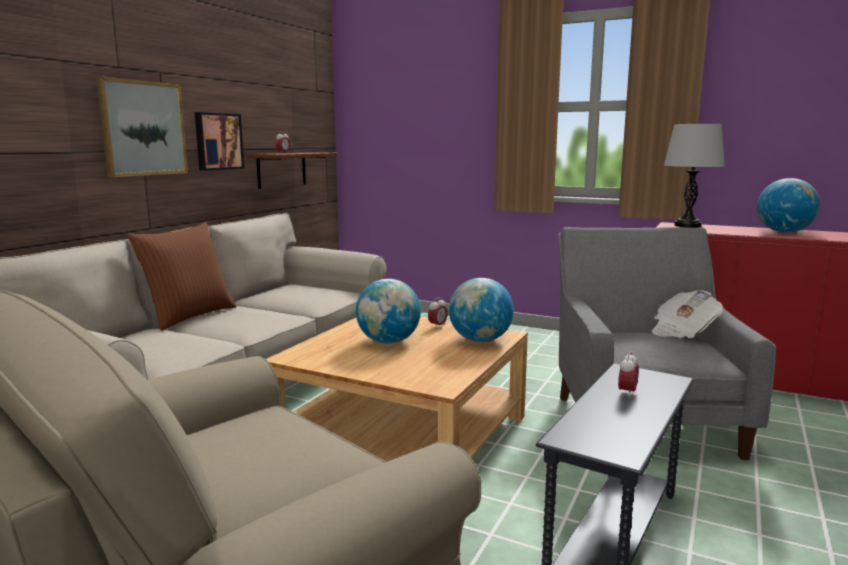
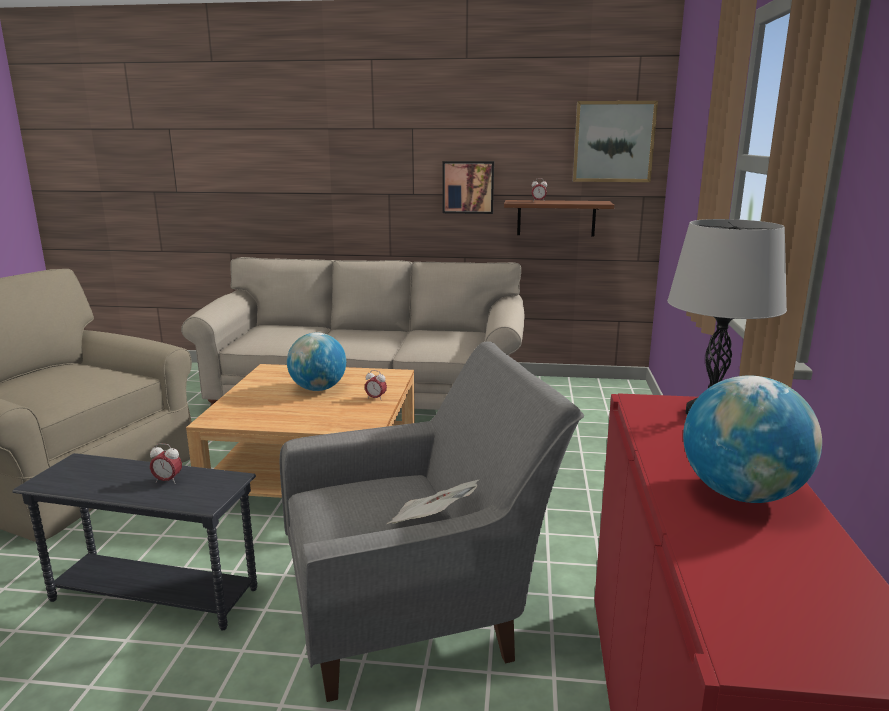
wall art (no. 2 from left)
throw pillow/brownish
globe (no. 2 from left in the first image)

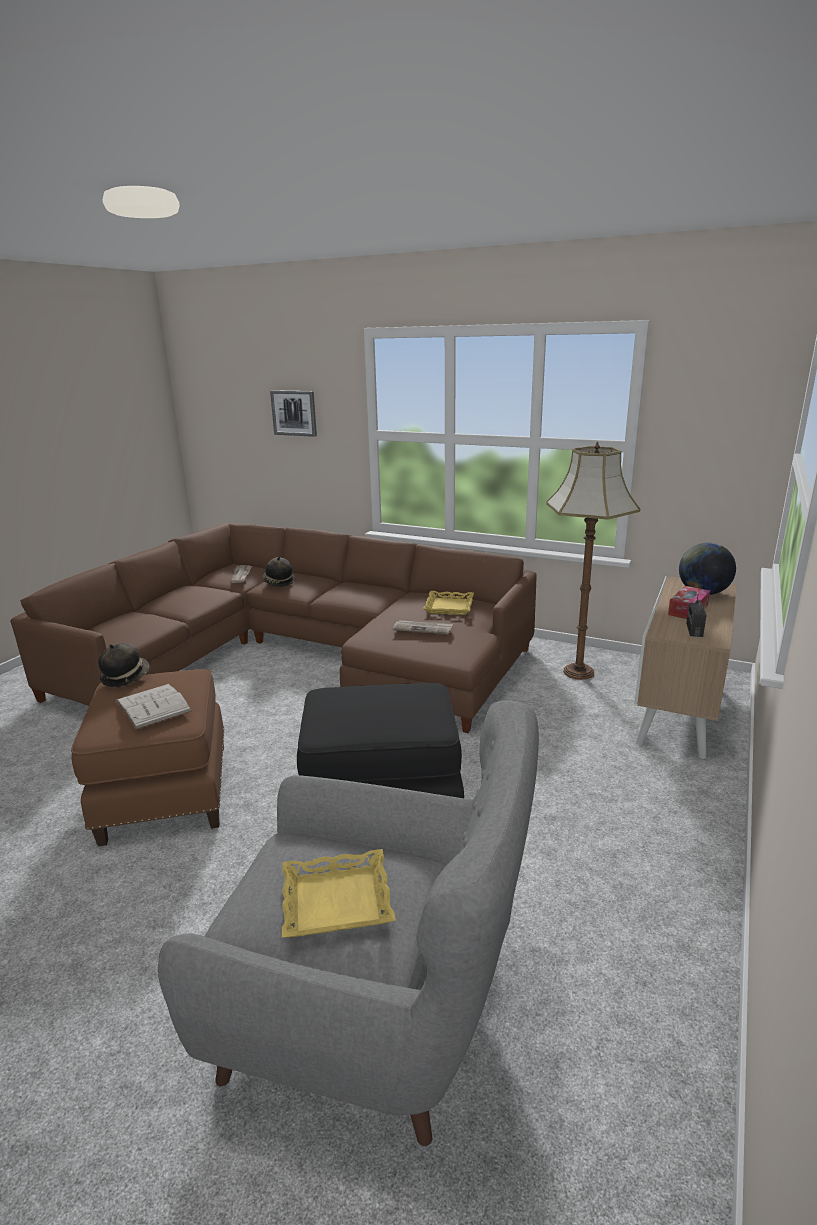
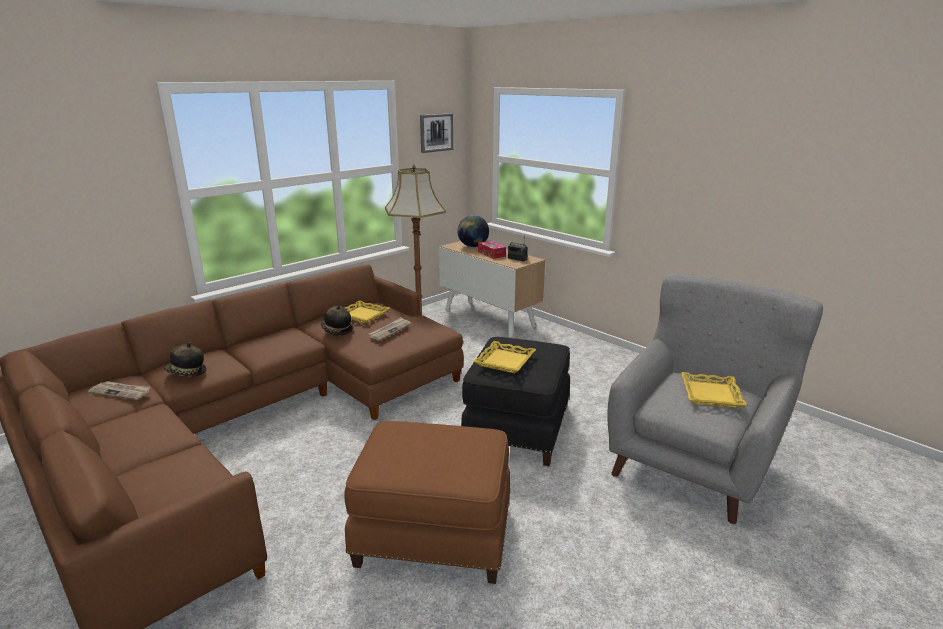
hat (no. 2 from left)
wall art
tray/yellowish (no. 2 from left)
bound book/white

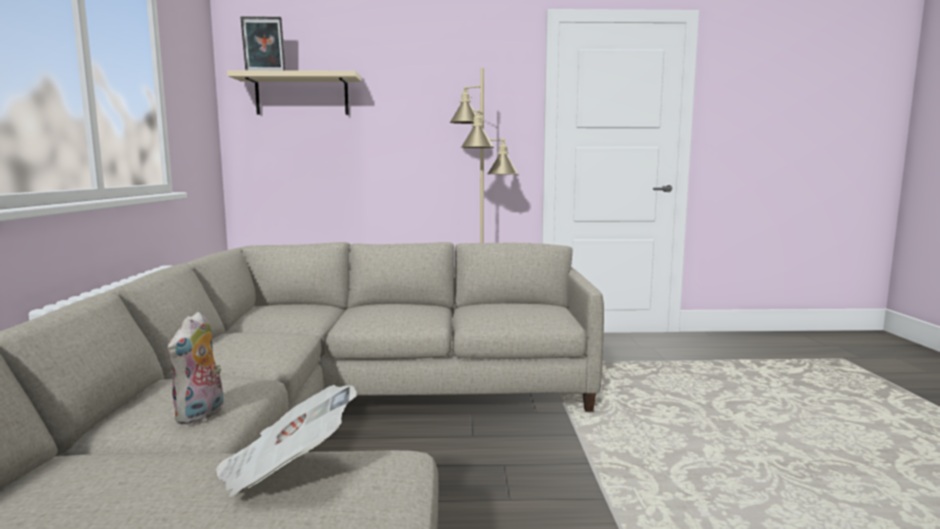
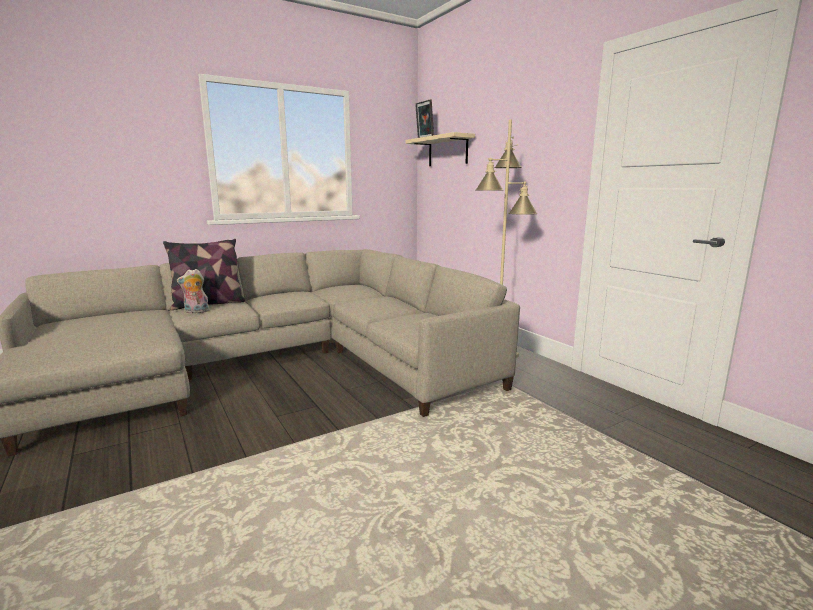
throw pillow
daily paper

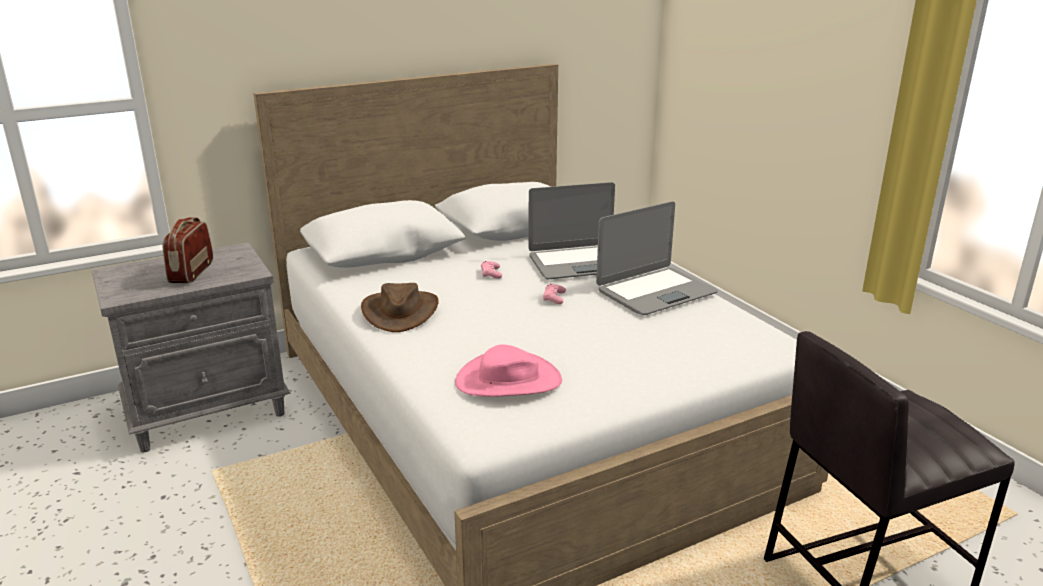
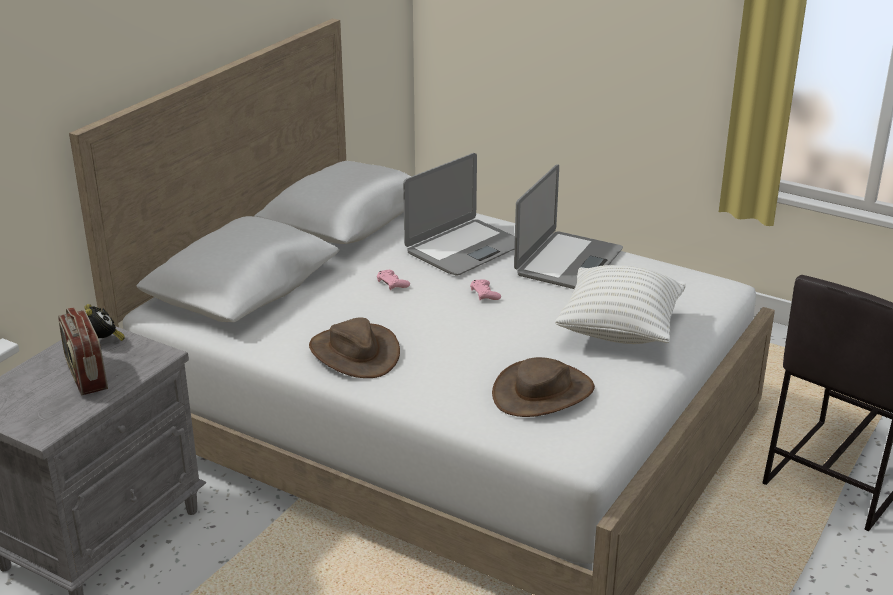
alarm clock
hat/brownish (no. 2 from left)
throw pillow/white

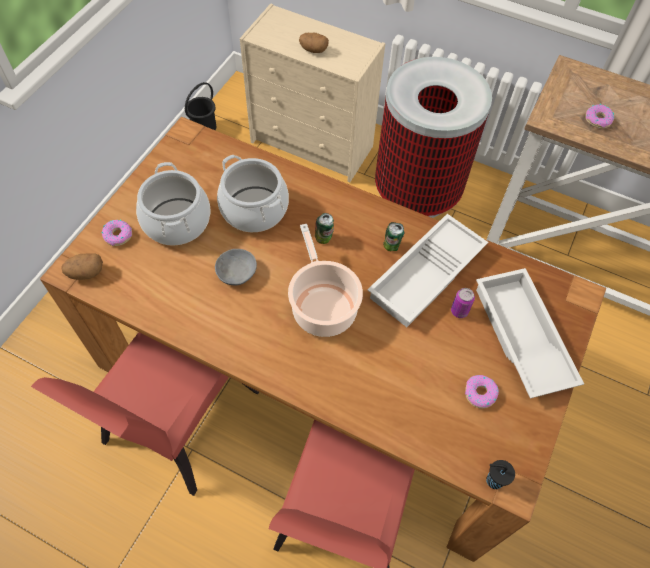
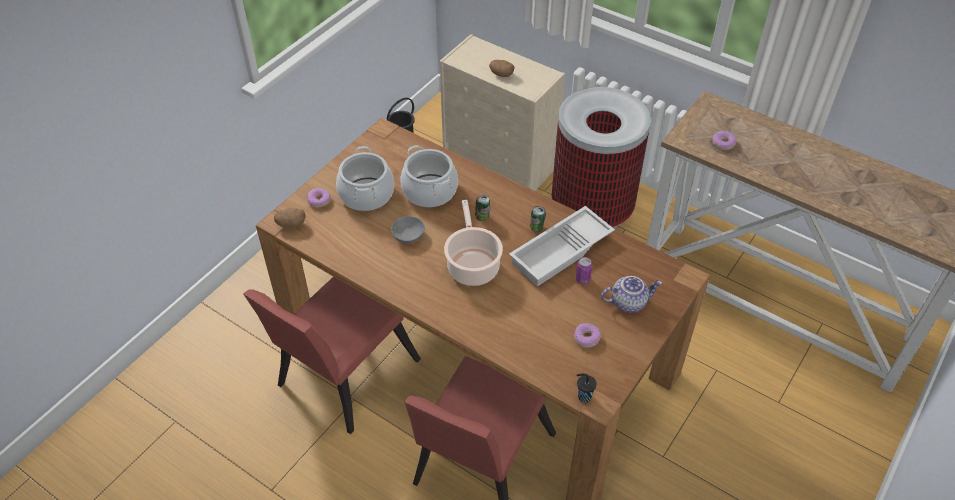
pot for tea

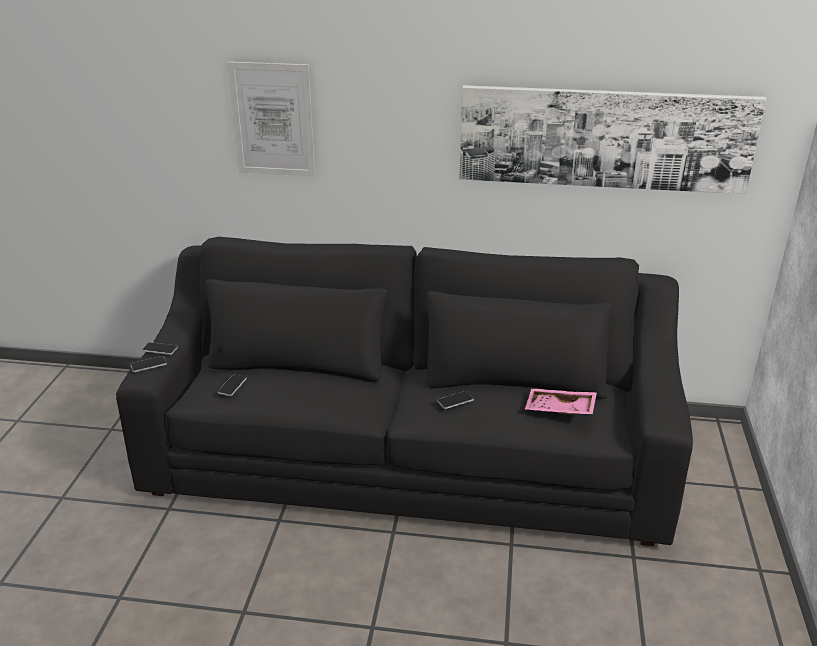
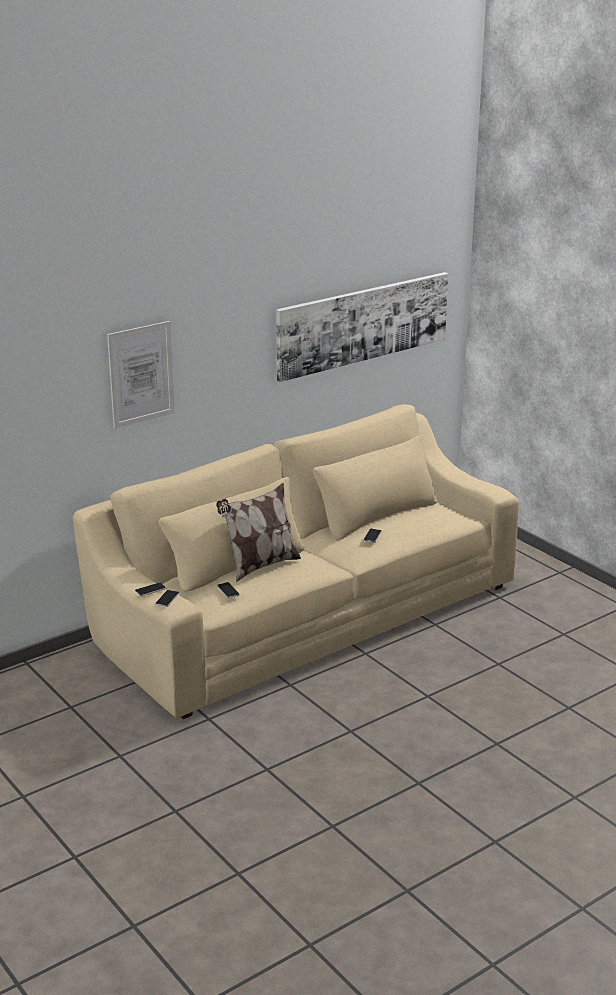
sofa/beige
throw pillow
tray/pink-coloured

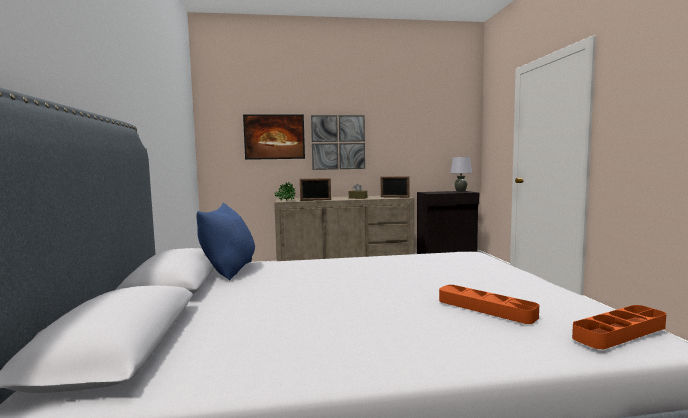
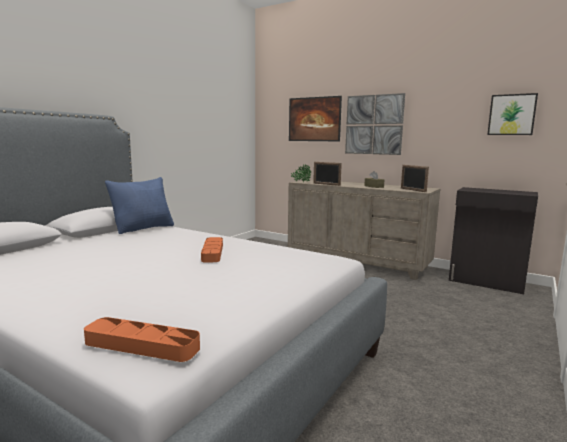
tray/orange (no. 2 from left)
wall art (no. 3 from left)
lamp for a table/gray

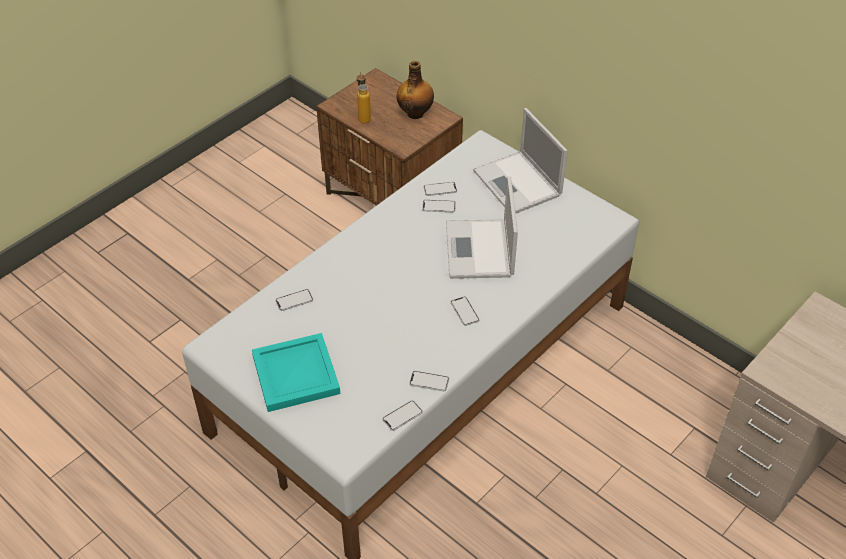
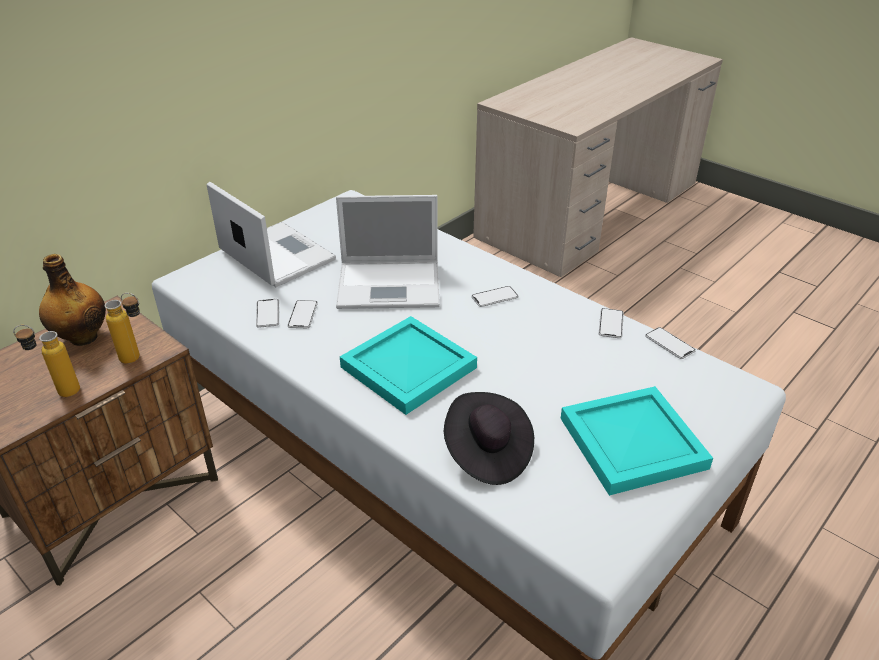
bottle (no. 3 from left)
portable computer (no. 1 from left)
tray/turquoise (no. 1 from left)
hat/black-coloured

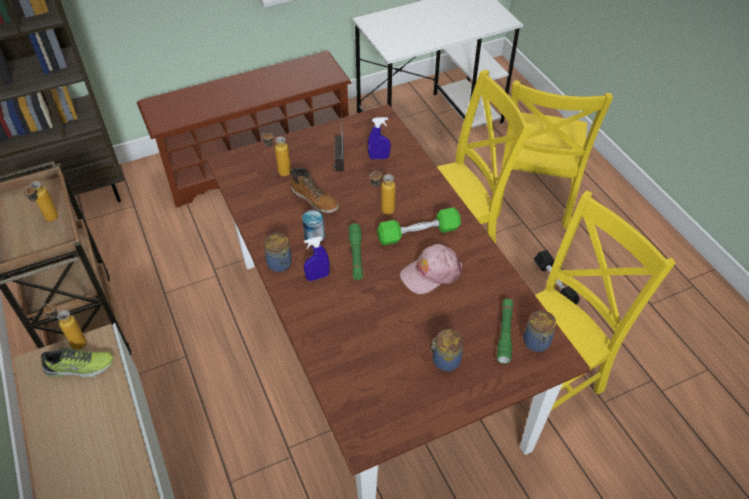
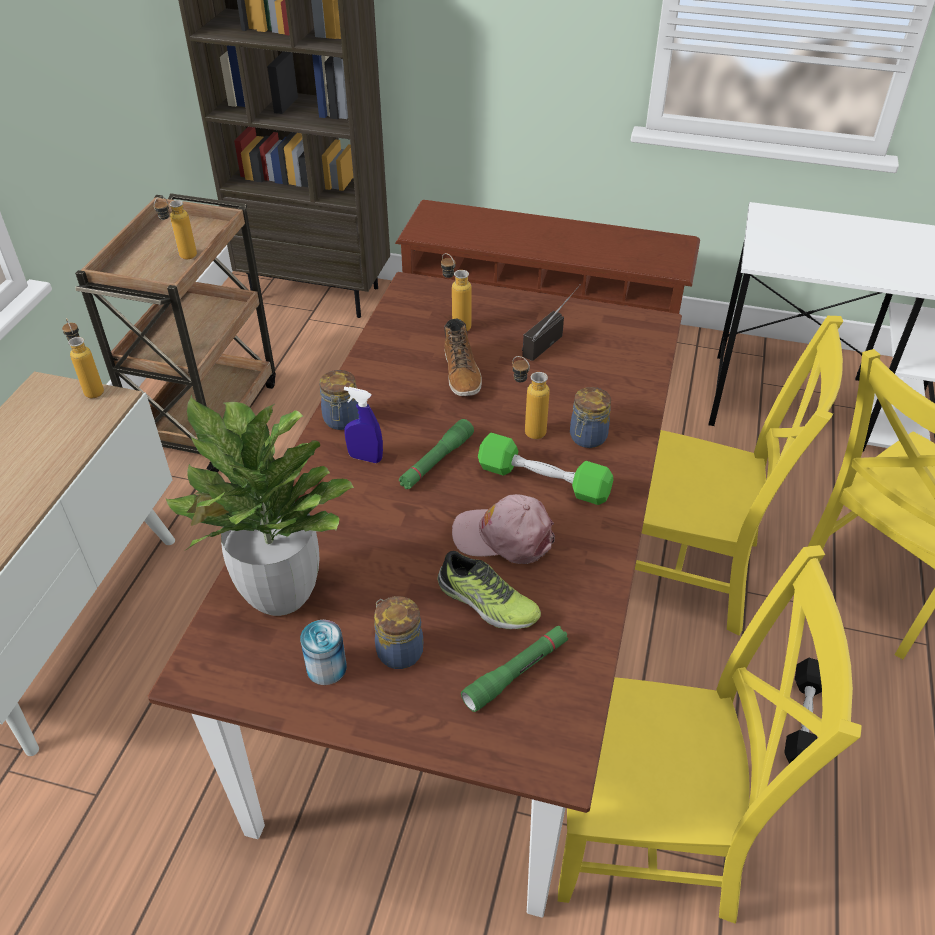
potted plant
can
shoe
preserve jar (no. 3 from left)
hand sprayer/blue-coloured (no. 2 from left in the first image)

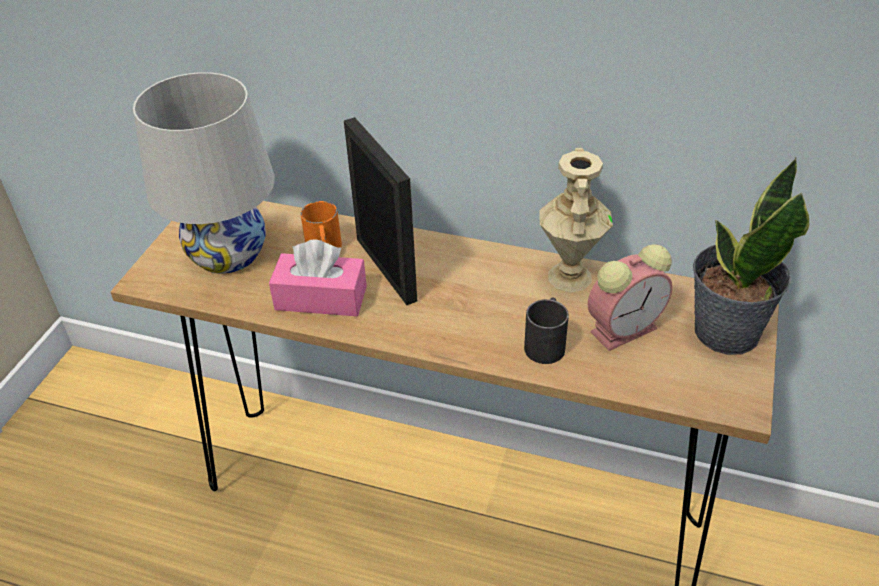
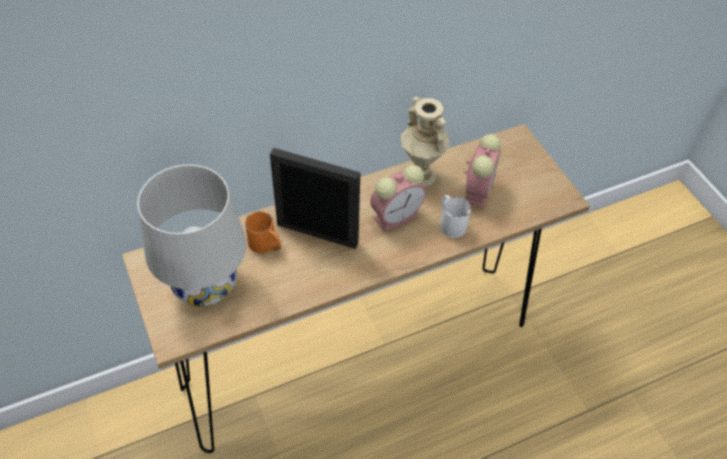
alarm clock (no. 1 from left)
mug/white
tissue box/pink-coloured
potted plant

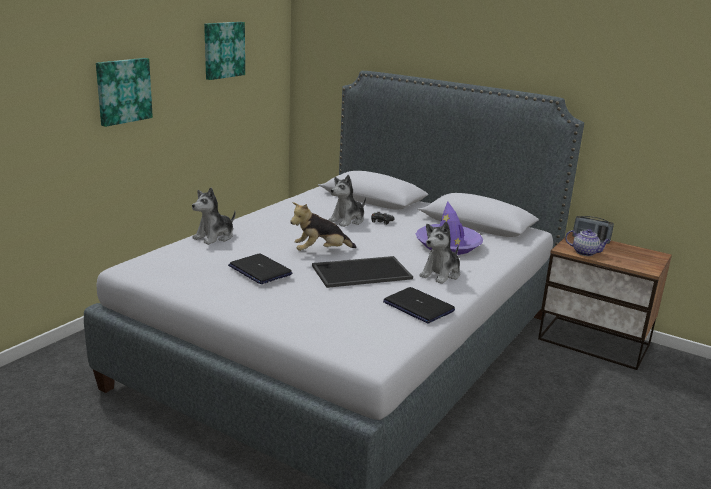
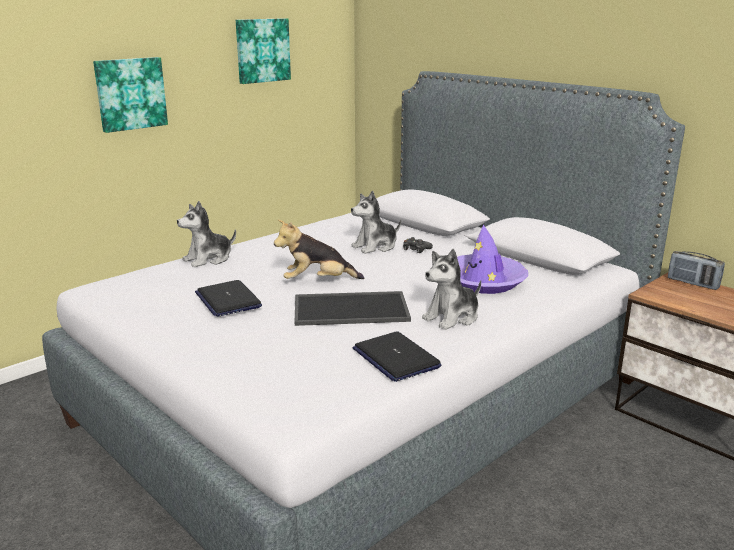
pot for tea

